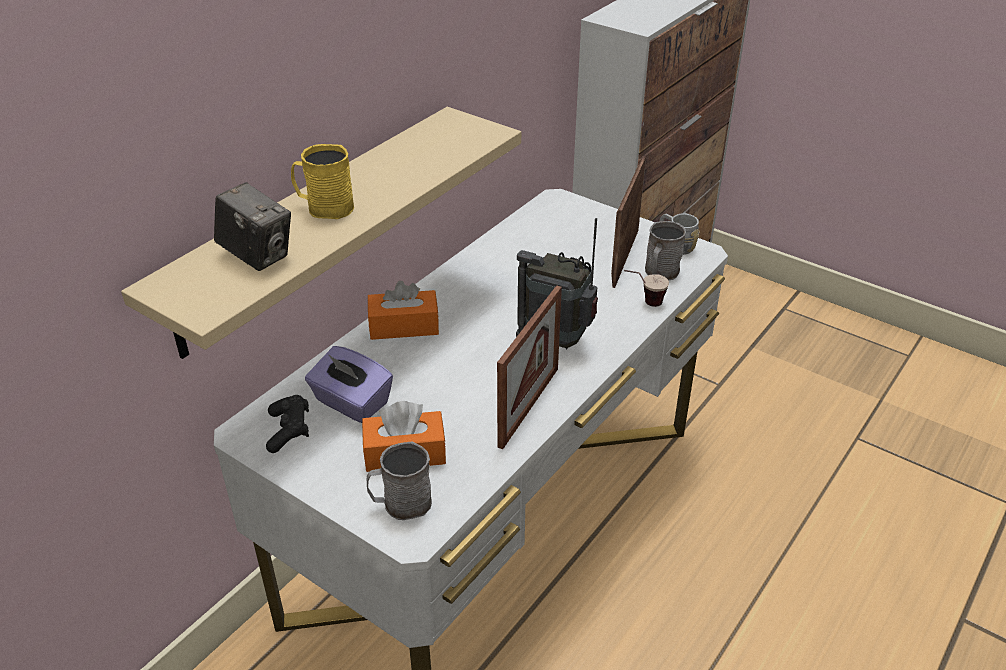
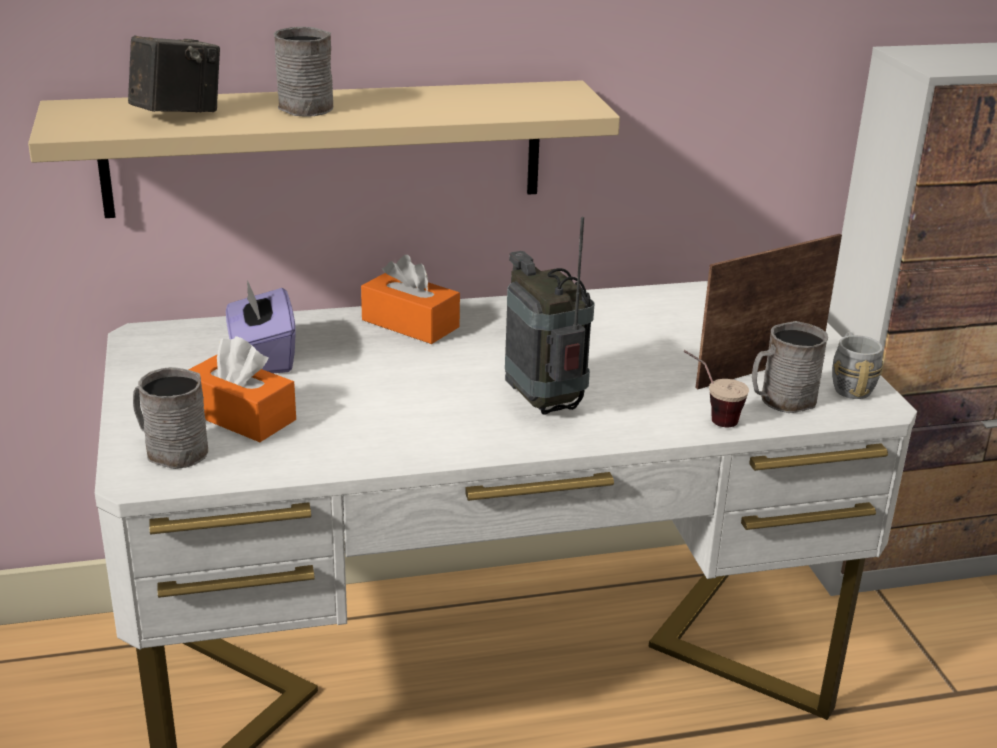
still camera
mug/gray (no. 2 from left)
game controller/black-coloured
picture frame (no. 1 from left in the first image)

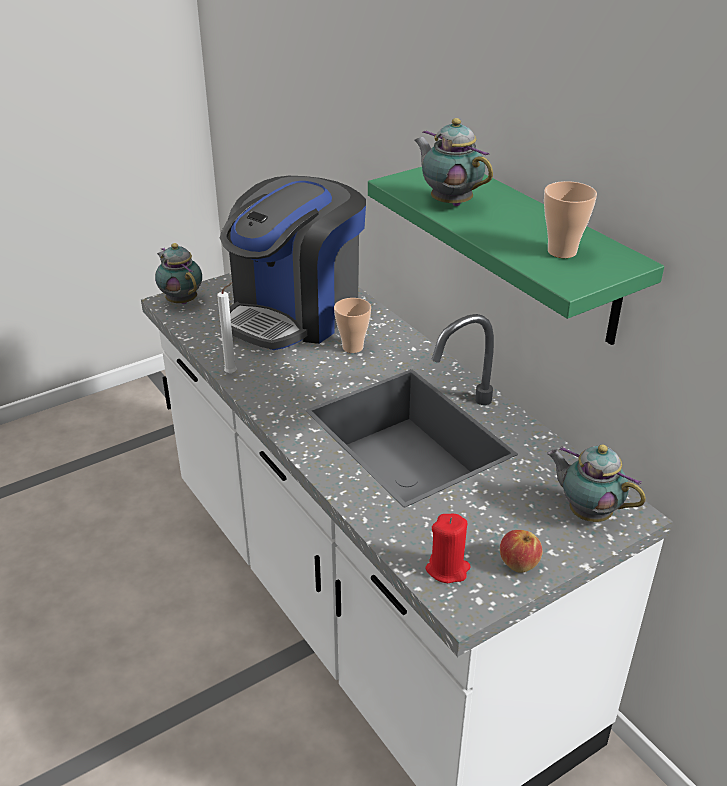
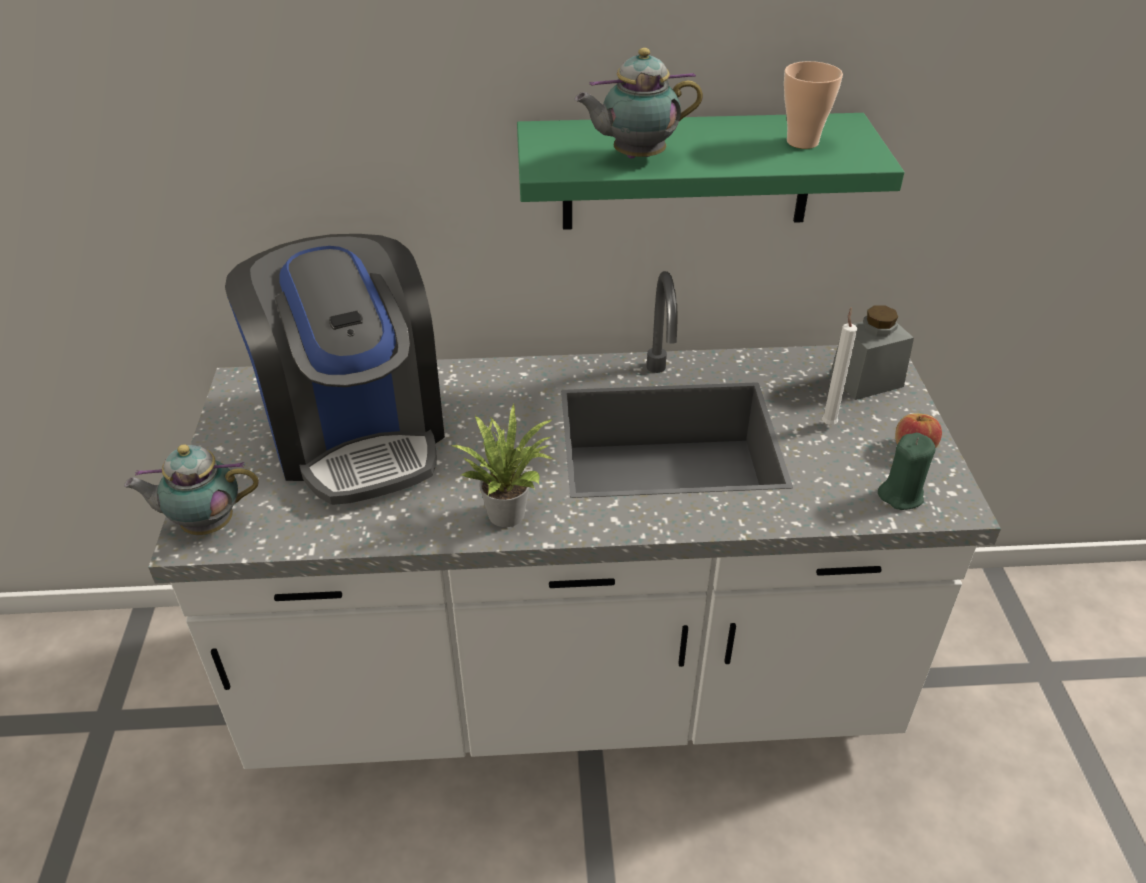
potted plant
candle/white
preserve jar/gray
candle/greenish
drinking cup (no. 1 from left in the first image)

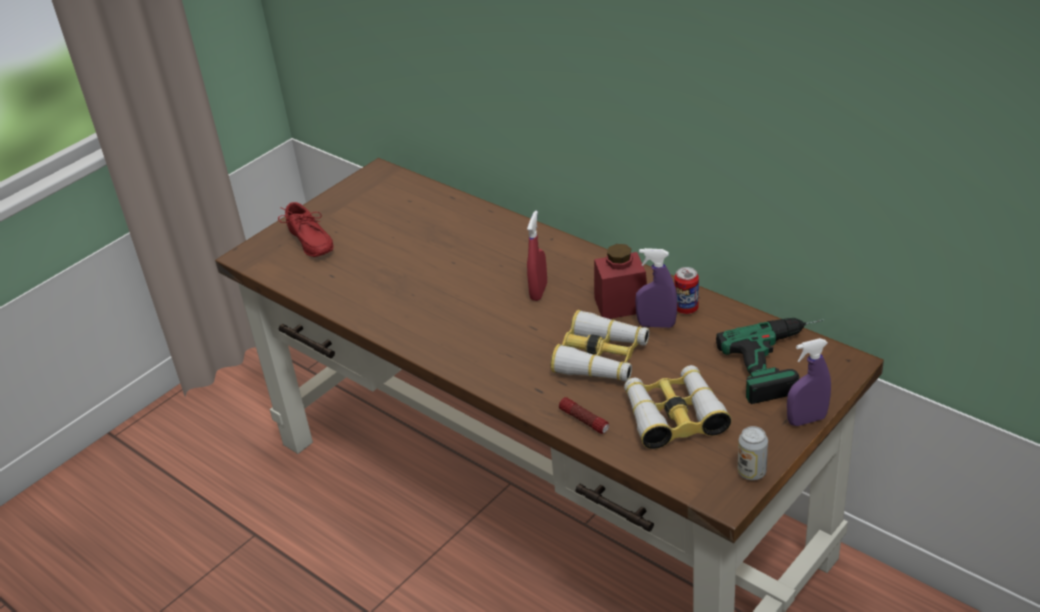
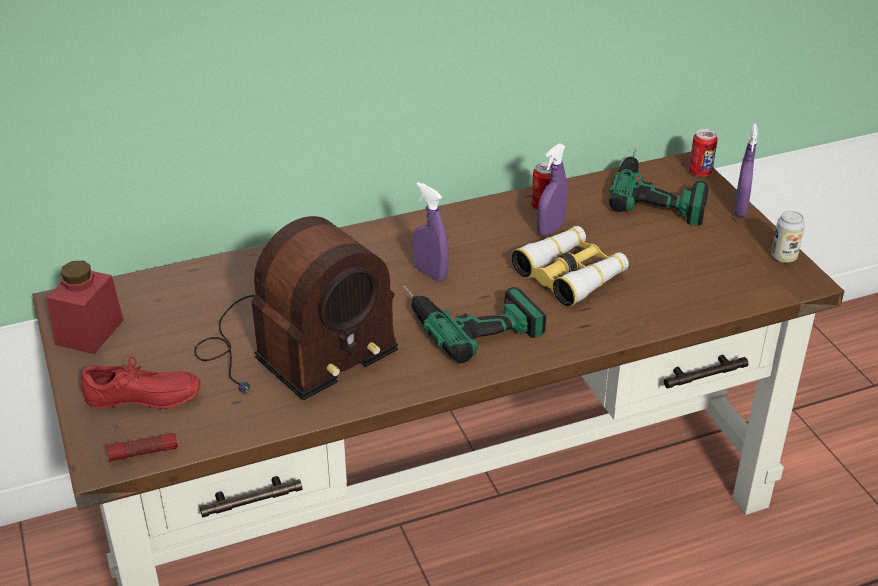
preserve jar/red-coloured
flashlight
radio set
power drill (no. 1 from left)
hand sprayer/purple (no. 1 from left)
can (no. 2 from left)
pair of binoculars (no. 2 from left in the first image)

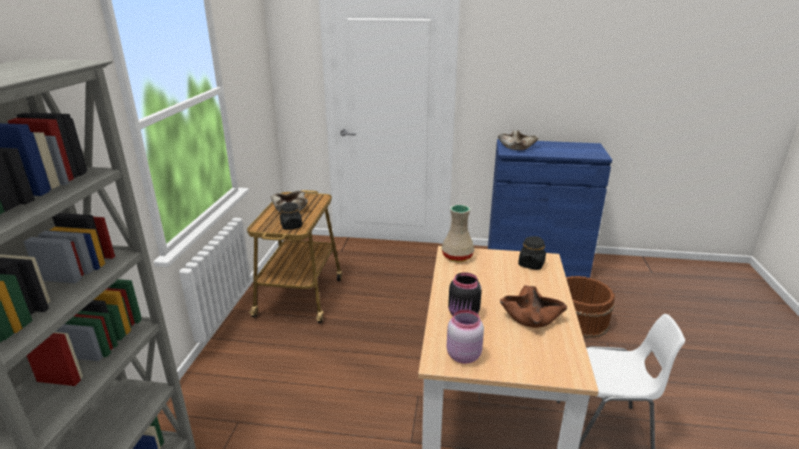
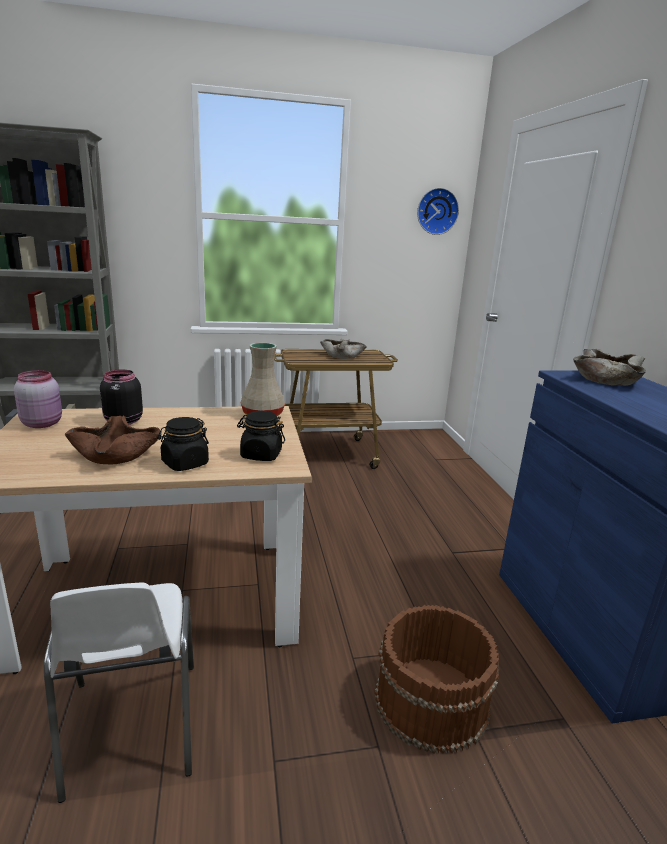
preserve jar/black-coloured (no. 2 from left)
hanging clock

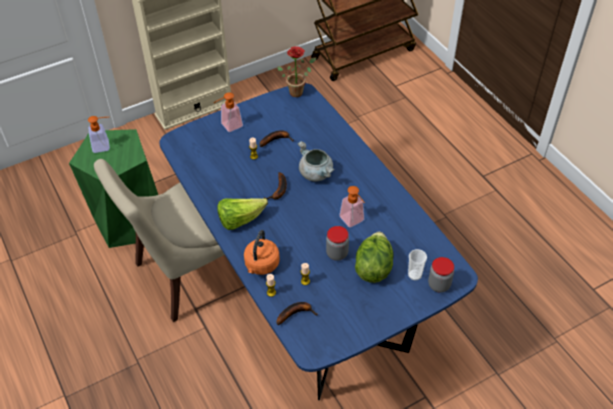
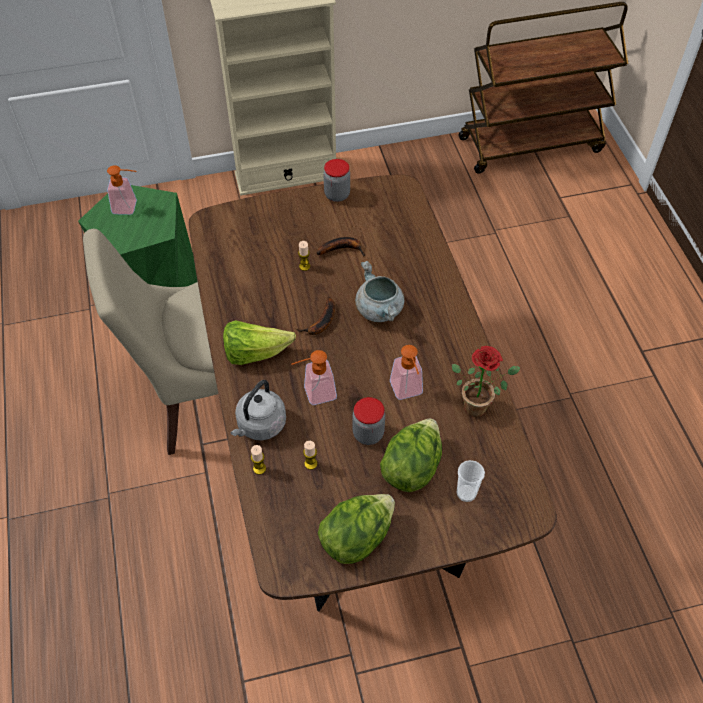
dinner table/brownish
tea kettle/gray
soap bottle (no. 2 from left)
lettuce head (no. 2 from left)
preserve jar (no. 1 from left)
potted plant
banana (no. 3 from left in the first image)

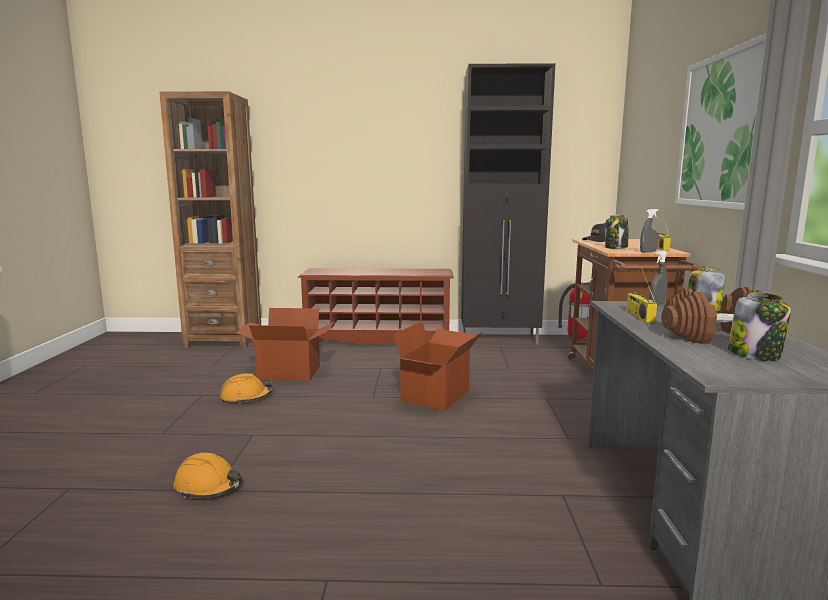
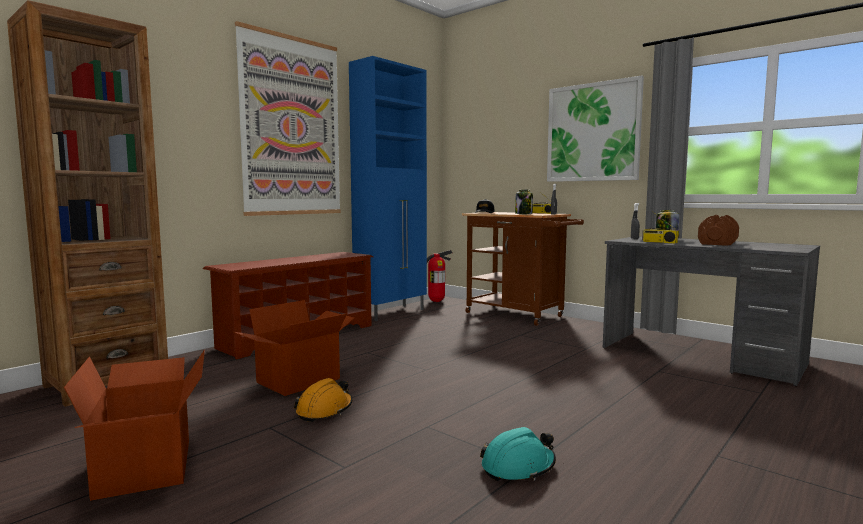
carton (no. 1 from left)
wall art (no. 1 from left)
storage cabinet/blue-coloured
work helmet/turquoise
preserve jar (no. 3 from left in the first image)

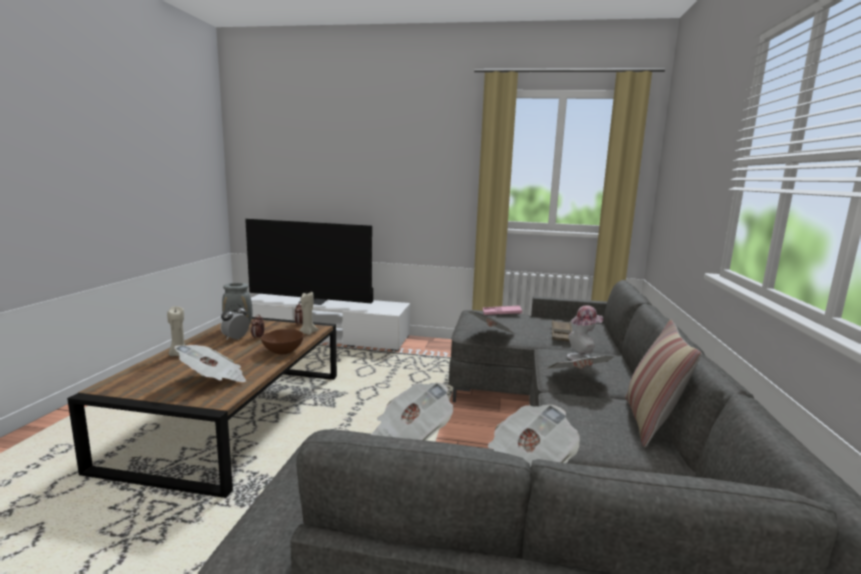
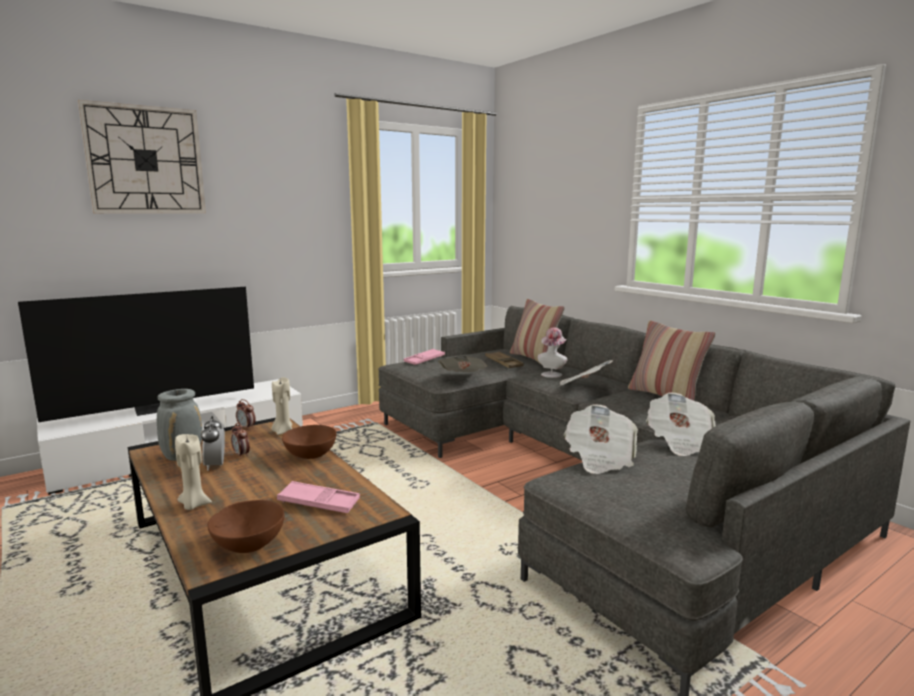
hanging clock
bowl/brownish (no. 1 from left)
tray/pink-coloured (no. 1 from left)
throw pillow (no. 1 from left)

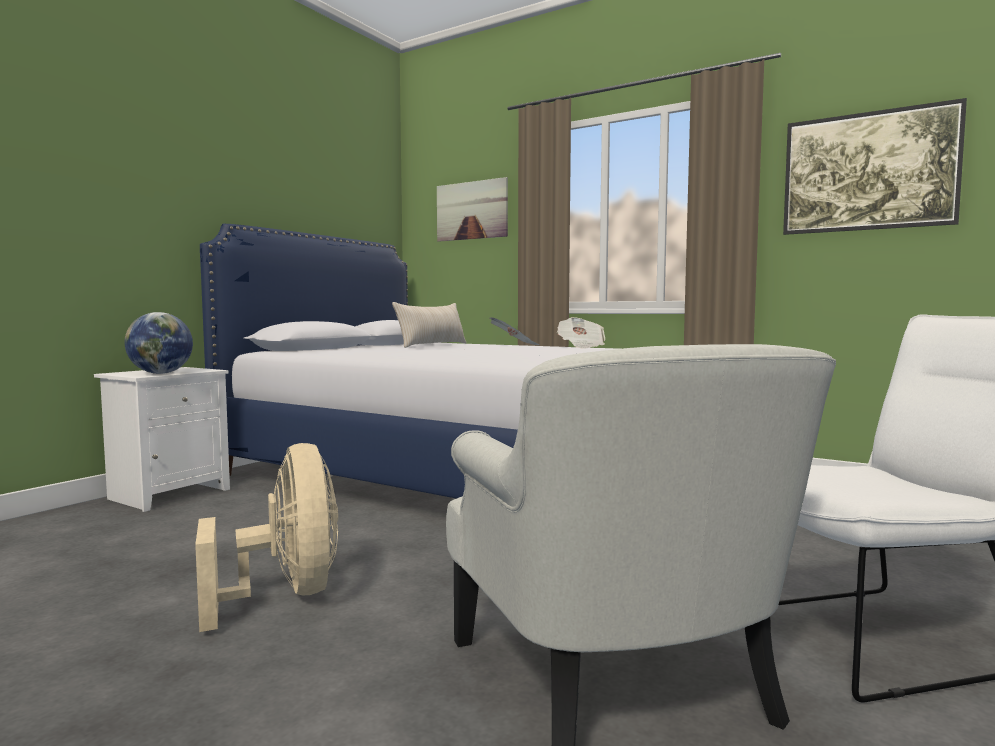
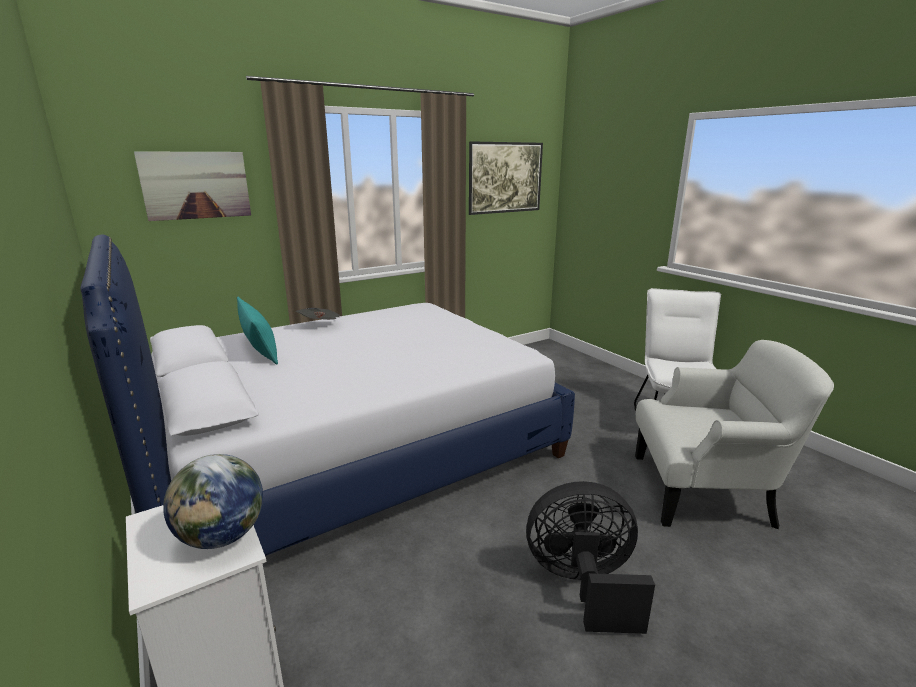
throw pillow/turquoise
fan/black-coloured
daily paper (no. 2 from left in the first image)

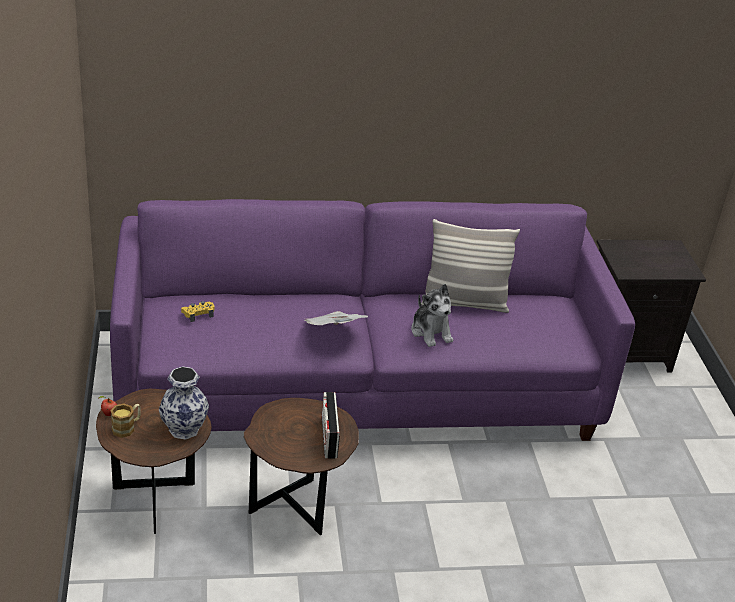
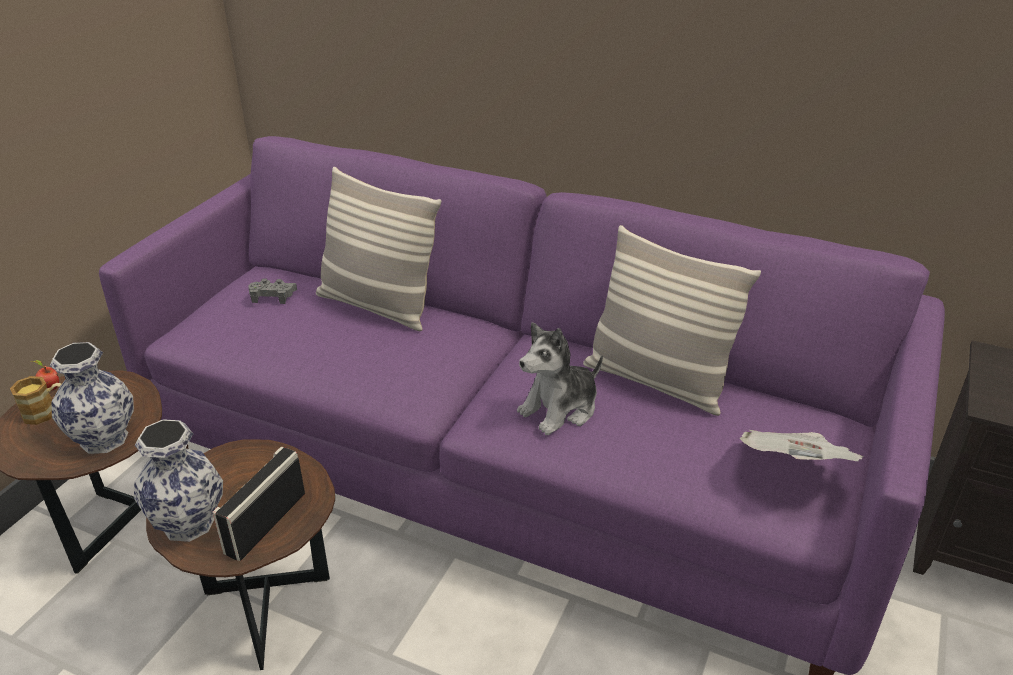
decorative vase (no. 2 from left)
game controller/gray
throw pillow (no. 1 from left)
cuddly toy
daily paper

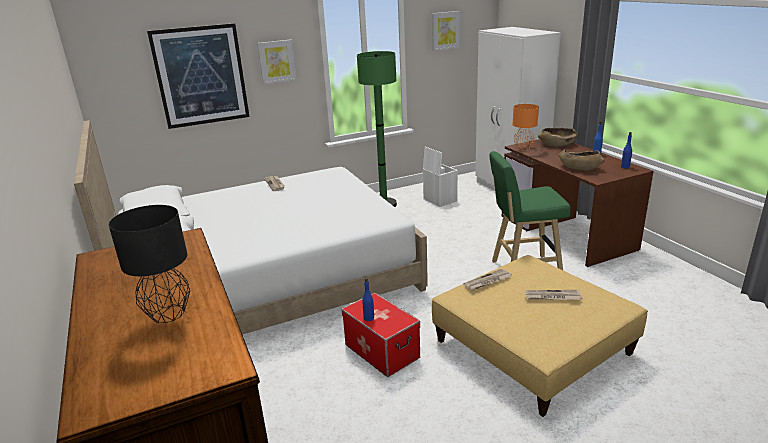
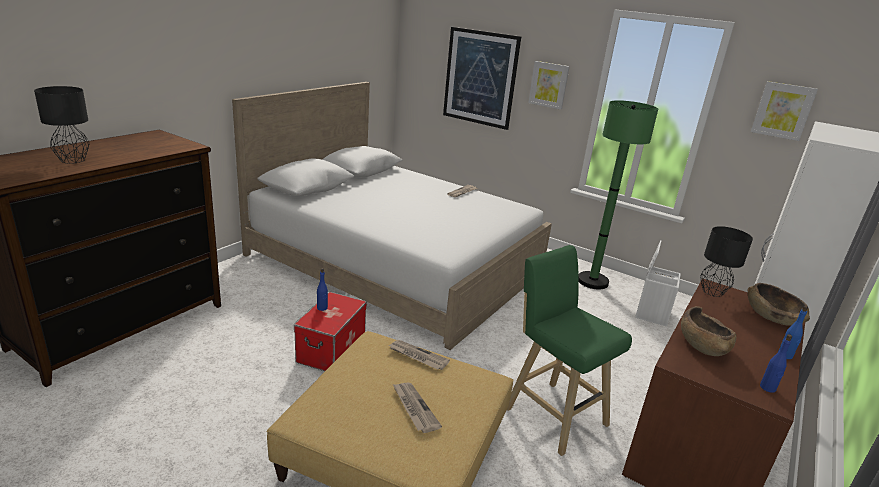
lamp for a table/black-coloured (no. 2 from left)

